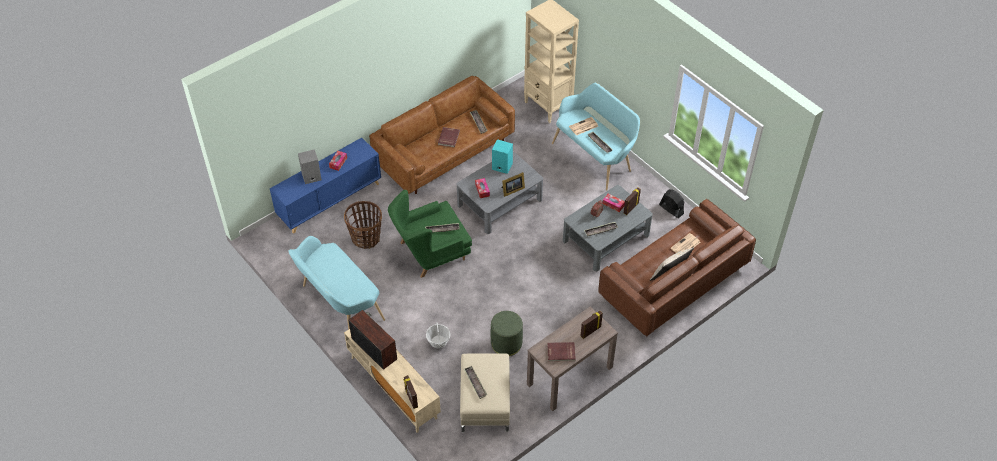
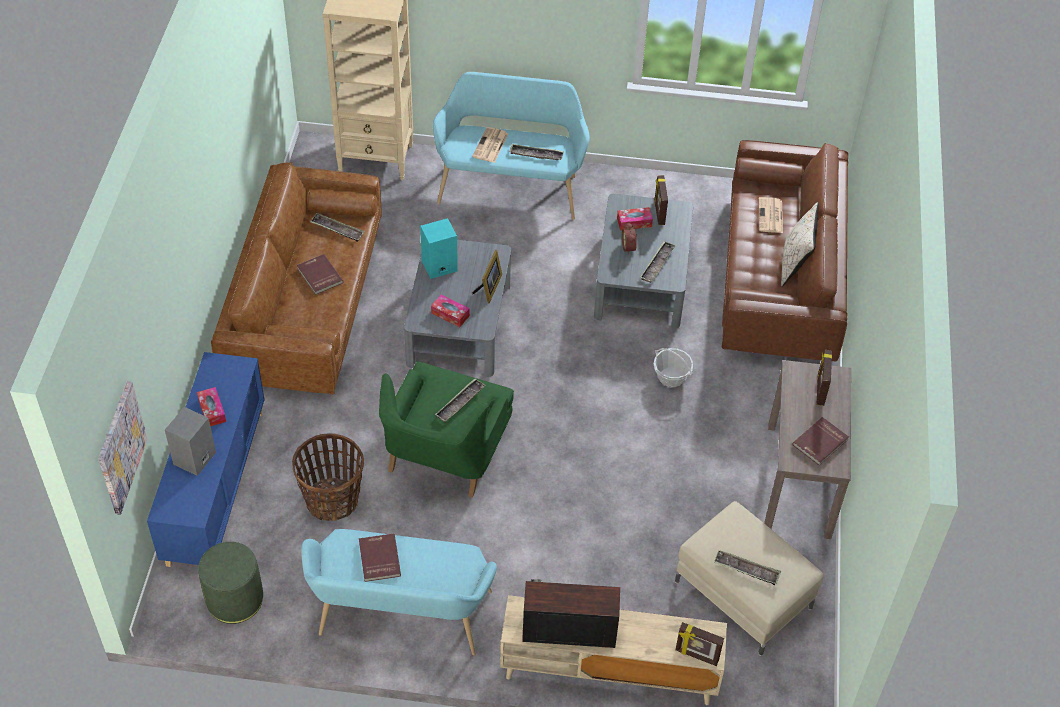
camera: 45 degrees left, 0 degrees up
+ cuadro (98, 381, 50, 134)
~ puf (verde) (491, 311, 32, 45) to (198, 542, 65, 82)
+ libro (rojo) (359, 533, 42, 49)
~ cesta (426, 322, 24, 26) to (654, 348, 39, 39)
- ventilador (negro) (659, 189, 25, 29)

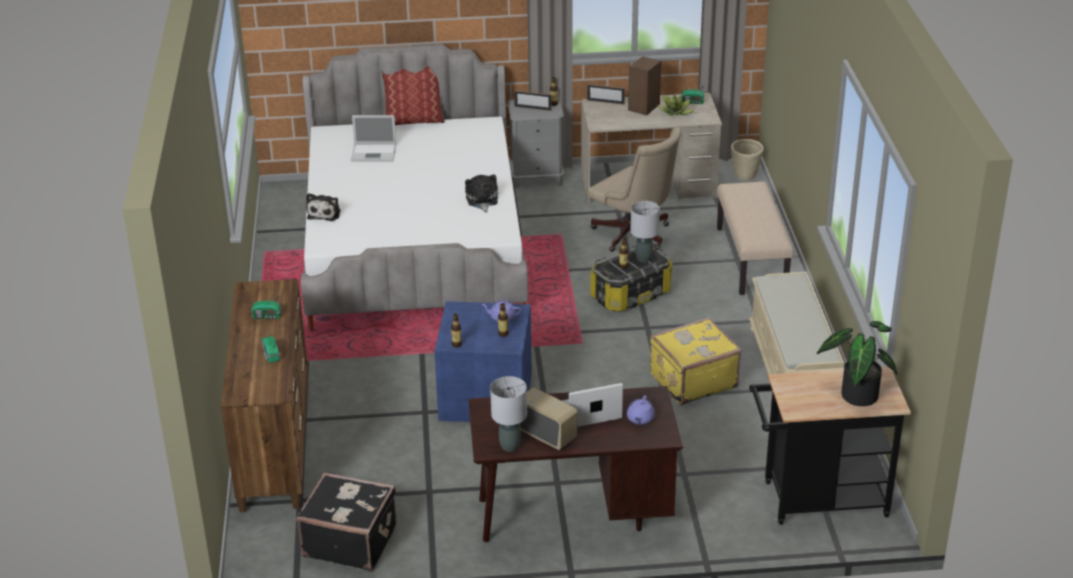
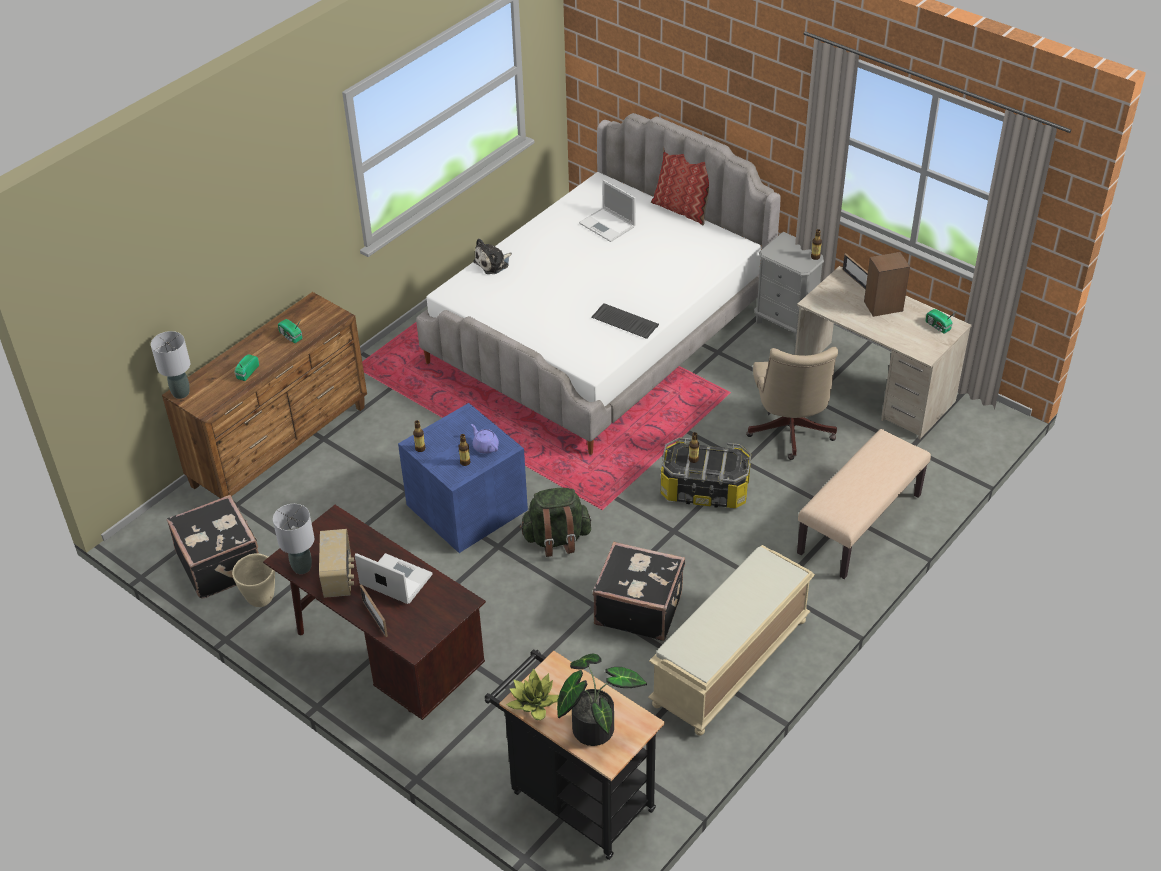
camera: 45 degrees right, 10 degrees up
~ lámpara de mesa (gris) (630, 201, 30, 61) to (151, 331, 39, 68)
~ maceta (beis) (731, 139, 32, 41) to (232, 553, 43, 54)
~ portarretratos (514, 90, 38, 21) to (360, 584, 28, 53)
~ planta en maceta (657, 94, 38, 22) to (506, 668, 53, 52)
+ mochila (verde) (520, 488, 71, 69)
~ peluche (465, 174, 33, 39) to teclado (591, 303, 68, 36)
~ maleta (amarillo) (650, 317, 92, 88) to maleta (negro) (592, 542, 93, 99)
- tetera (morado) (627, 395, 28, 30)

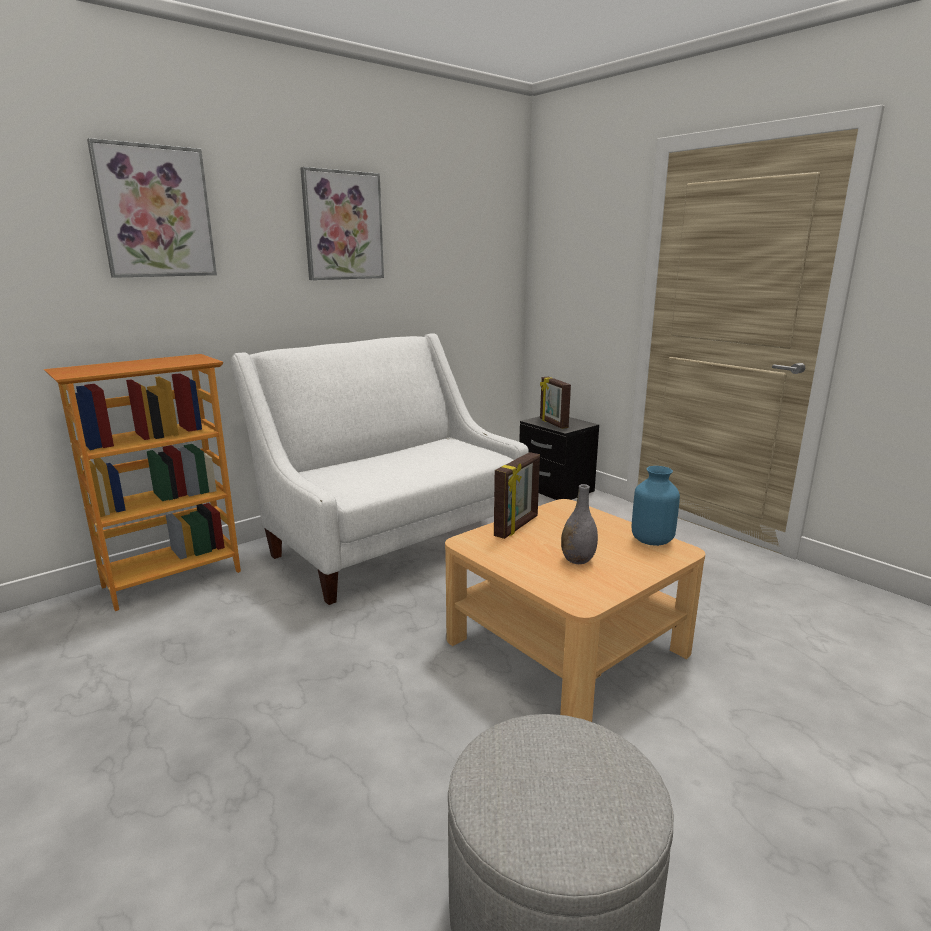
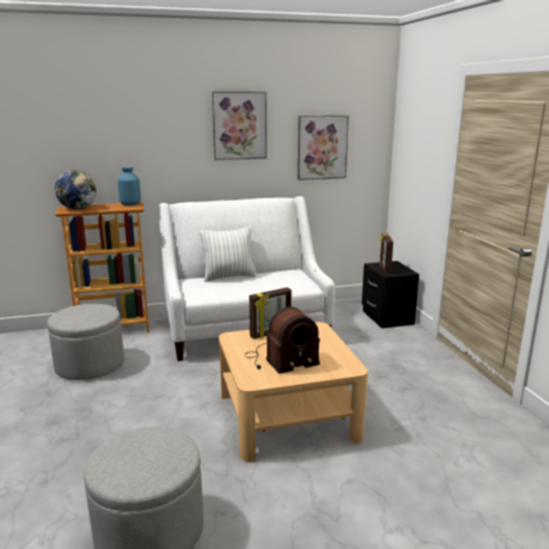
camera: 25 degrees right, 0 degrees up
+ puf (gris) (47, 304, 77, 76)
+ globo terráqueo (55, 170, 41, 39)
~ florero (azul) (632, 466, 48, 80) to (118, 167, 23, 39)
+ cojín (200, 227, 57, 55)
~ florero (gris) (561, 484, 37, 80) to radio (245, 307, 75, 67)
~ cuadro (87, 138, 130, 140) to (298, 115, 51, 65)

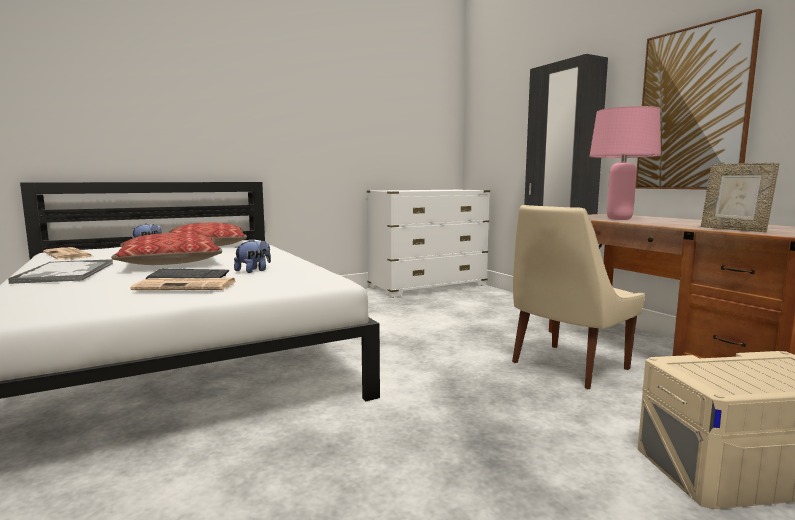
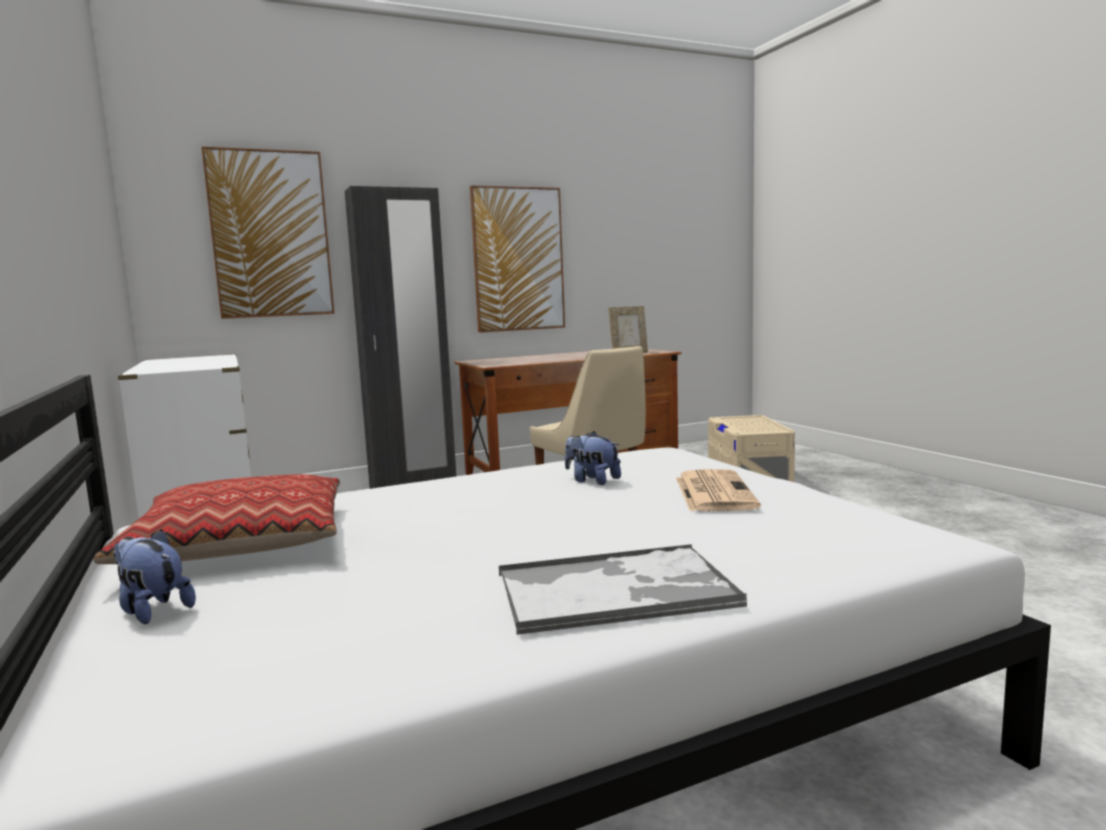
camera: 85 degrees left, 0 degrees up
+ cuadro (201, 147, 133, 172)
- periódico (43, 247, 49, 13)
- cojín (111, 233, 111, 32)
- teclado (146, 269, 83, 10)
- lámpara de mesa (rosa) (589, 106, 72, 114)

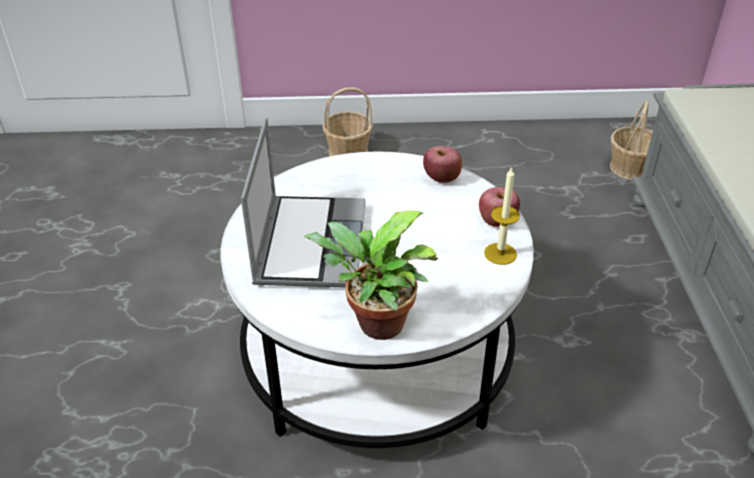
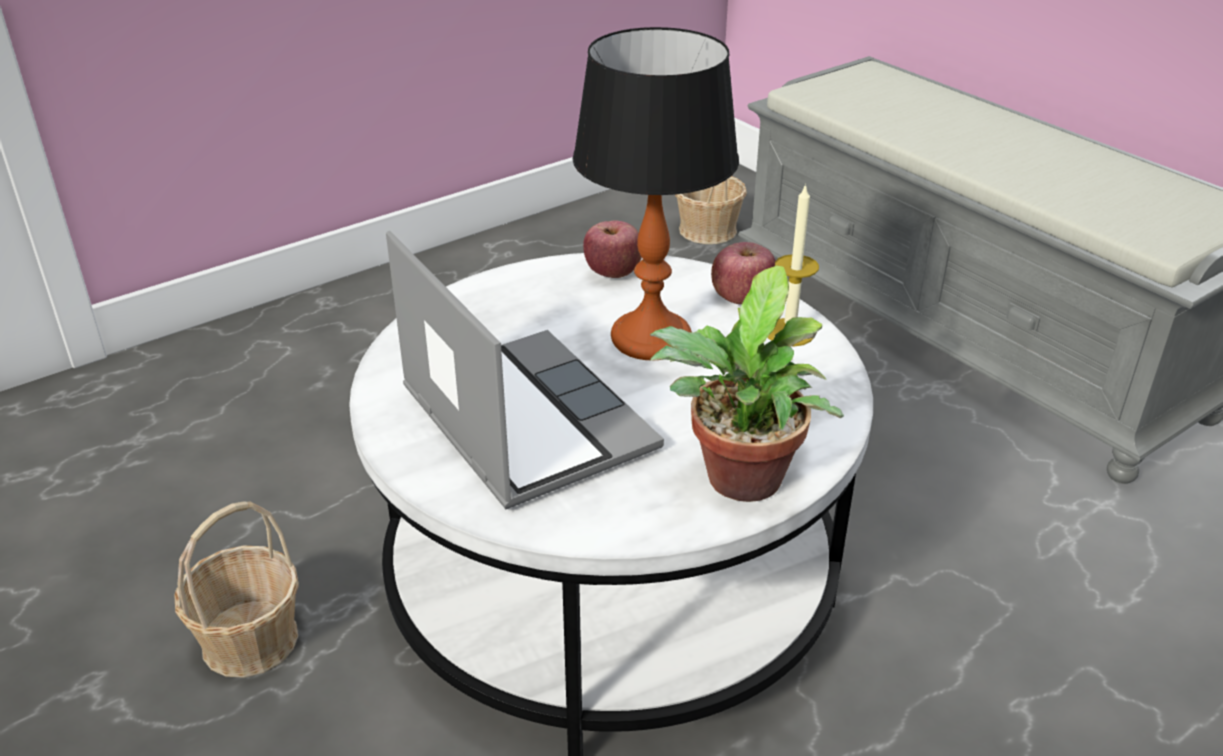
camera: 35 degrees left, 5 degrees down
~ cesta (322, 87, 51, 69) to (174, 501, 125, 177)
+ lámpara de mesa (573, 27, 166, 334)

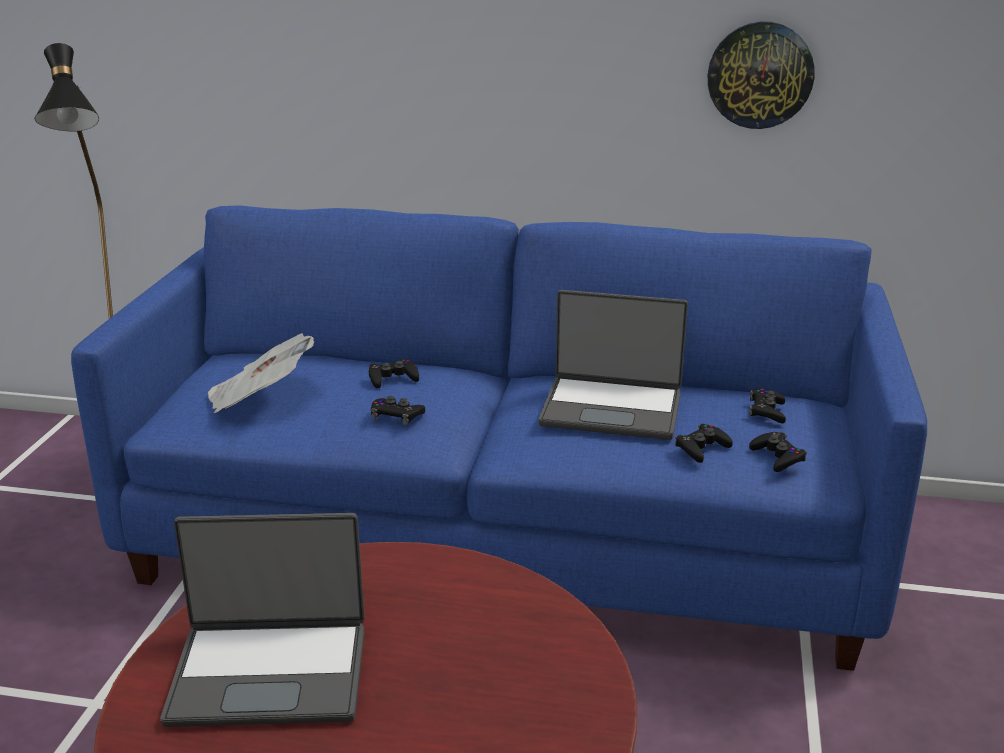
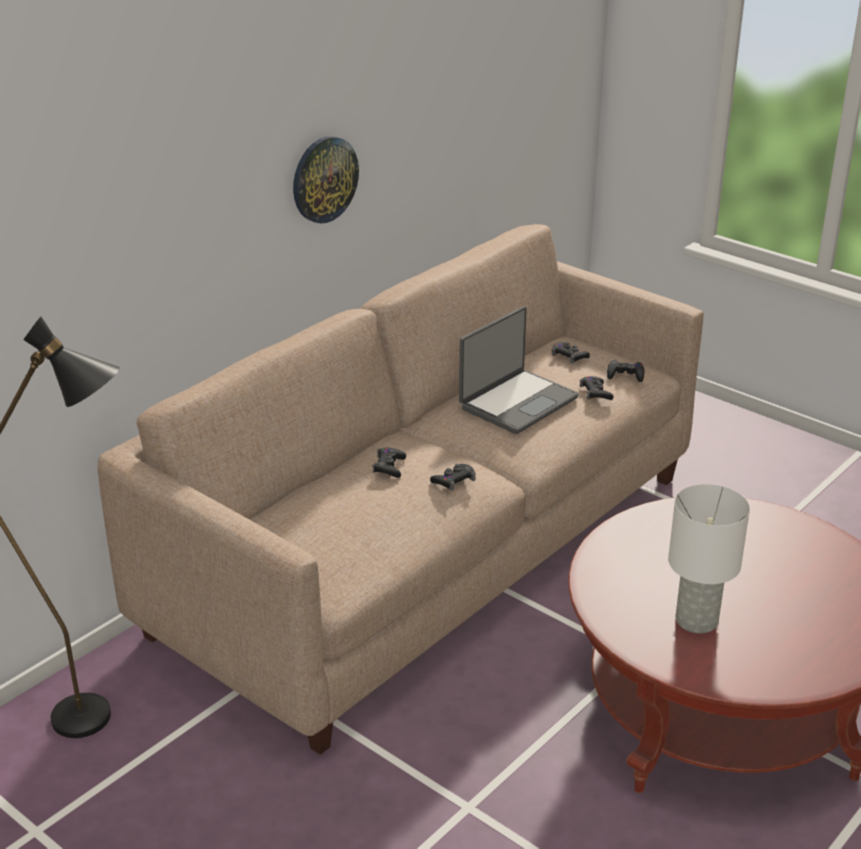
camera: 60 degrees left, 5 degrees up
~ sofá (azul) (71, 205, 856, 466) to sofá (beis) (98, 224, 606, 531)
~ reloj de pared (708, 22, 107, 107) to (293, 136, 66, 88)
~ portátil (160, 513, 205, 214) to lámpara de mesa (blanco) (668, 484, 82, 150)
- periódico (208, 333, 106, 80)

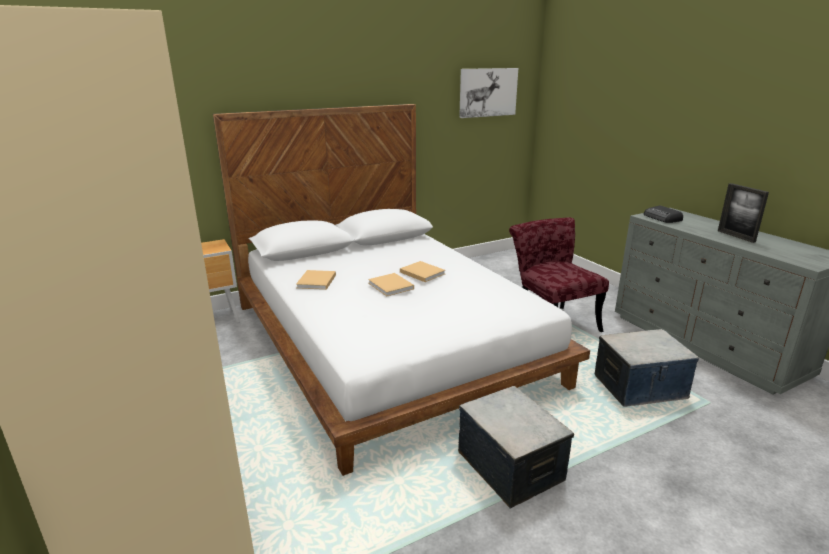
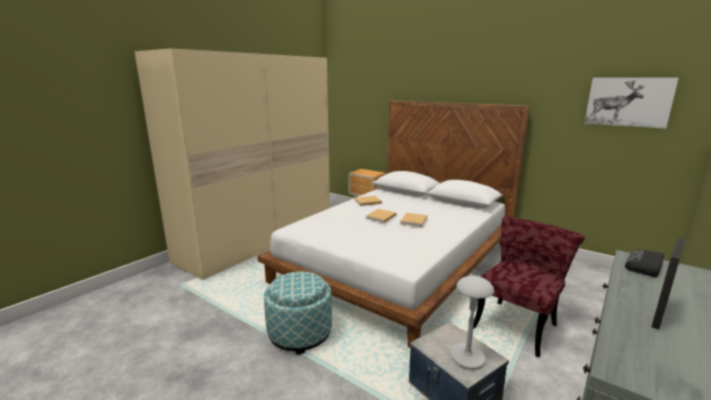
camera: 65 degrees right, 5 degrees down
~ caja de almacenaje (458, 386, 116, 123) to puf (264, 271, 68, 84)
+ lámpara de mesa (gris) (451, 276, 43, 94)

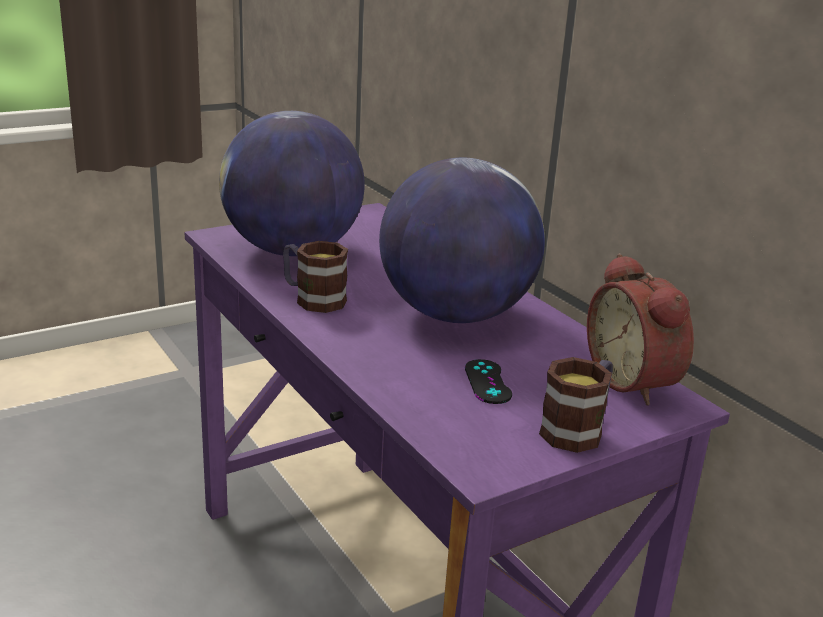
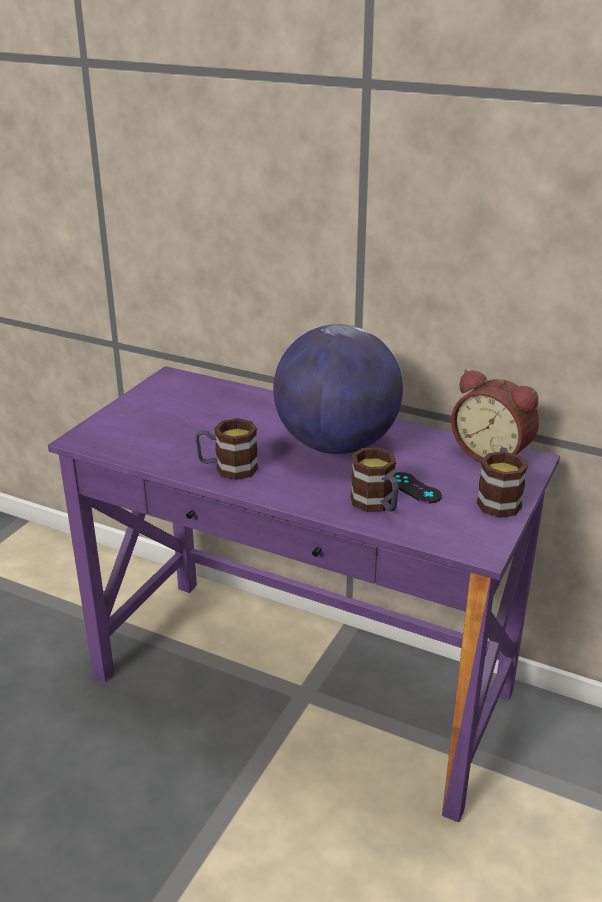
camera: 30 degrees left, 5 degrees up
+ taza grande (351, 447, 48, 65)
- globo terráqueo (219, 111, 146, 145)

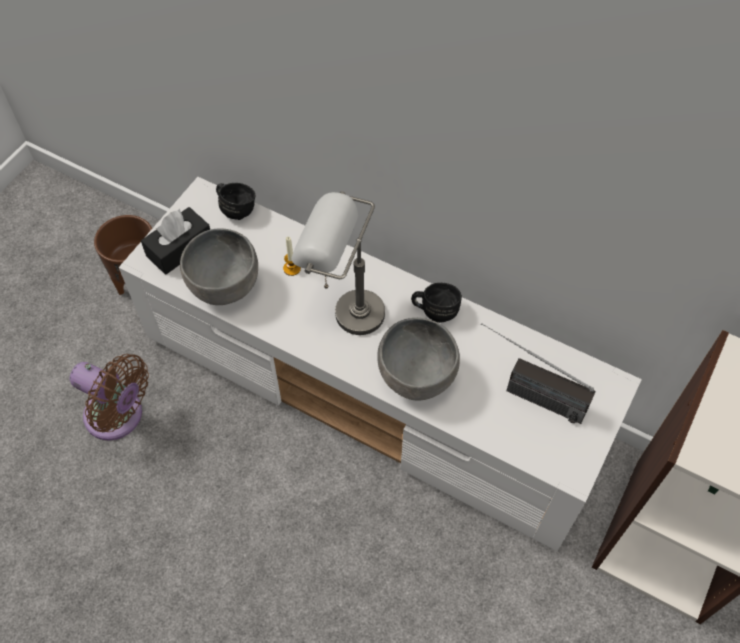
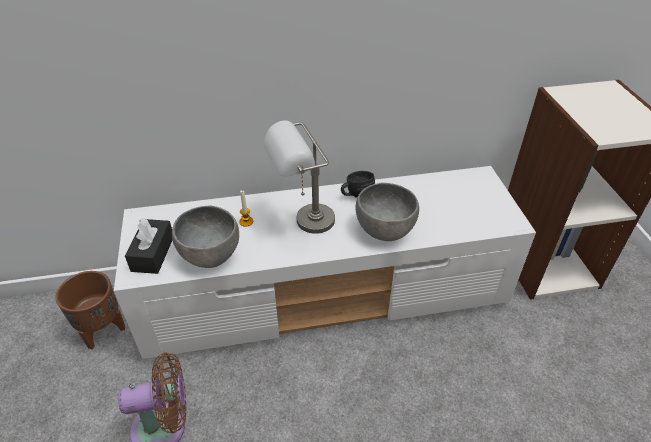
camera: 40 degrees left, 15 degrees down
- taza grande (negro) (216, 183, 40, 37)
- radio (481, 323, 115, 101)

